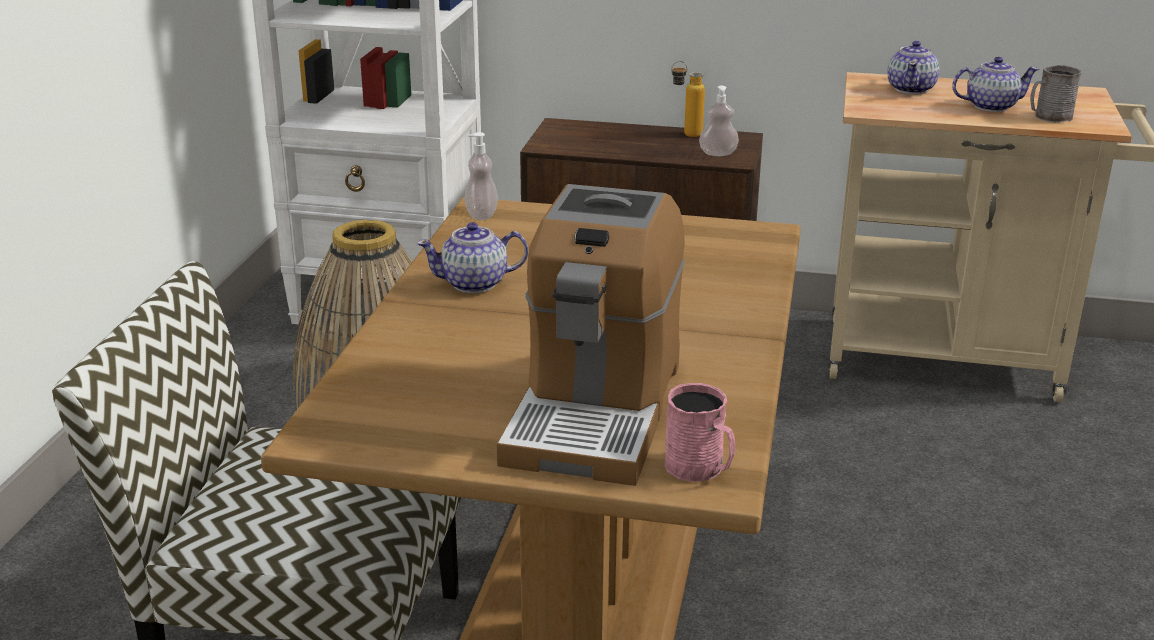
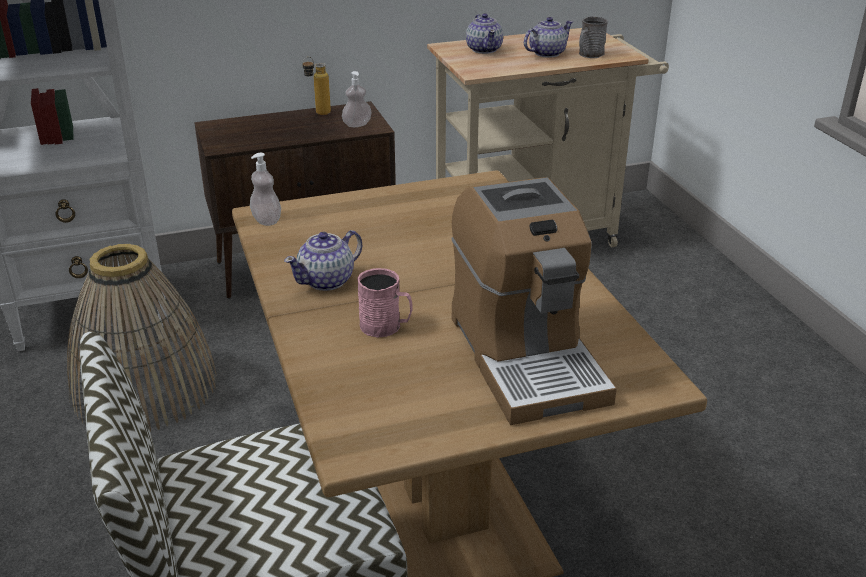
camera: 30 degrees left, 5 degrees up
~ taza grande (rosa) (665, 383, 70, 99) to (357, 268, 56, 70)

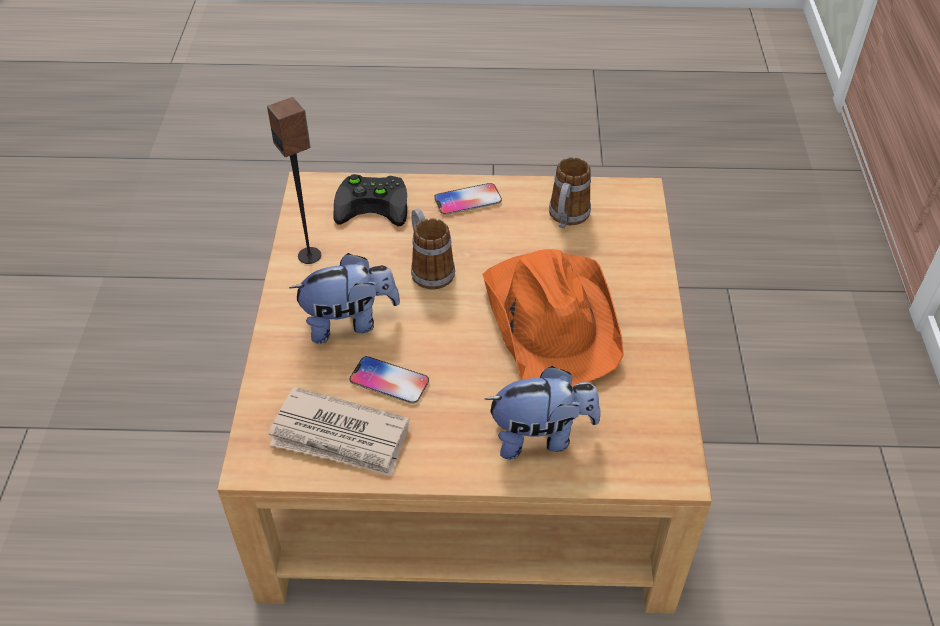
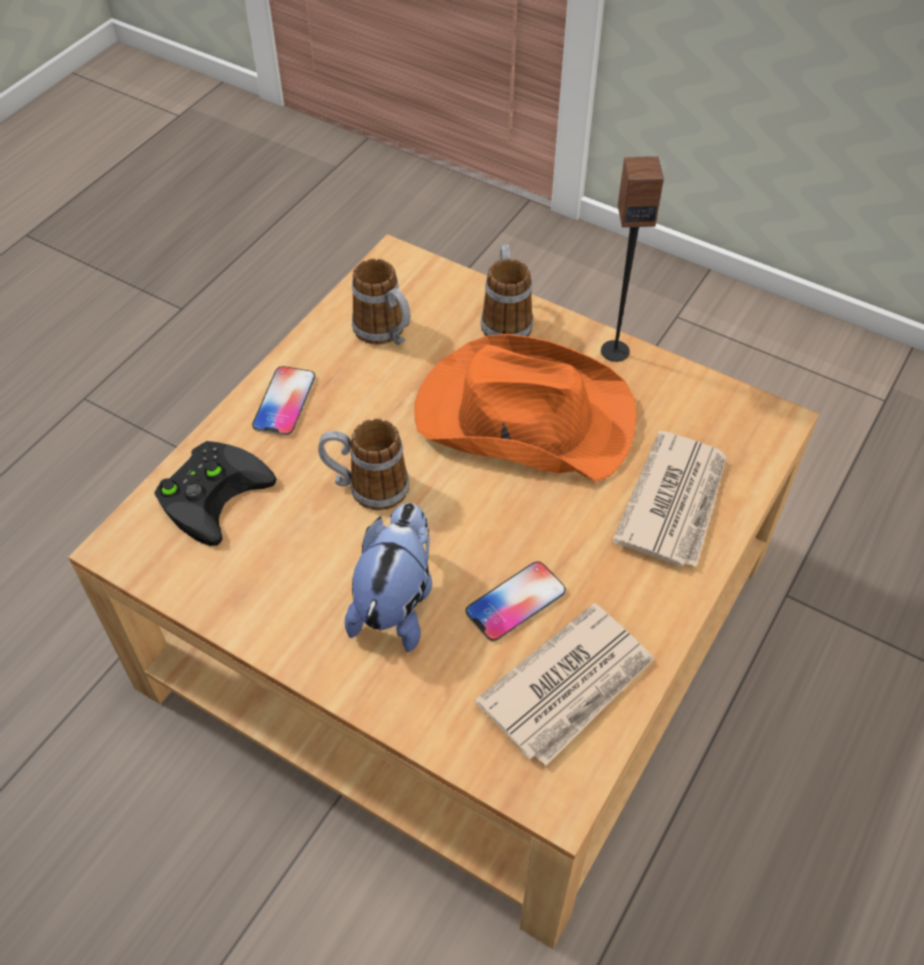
camera: 60 degrees left, 5 degrees up
+ taza grande (481, 245, 52, 92)
~ altavoz (267, 97, 54, 167) to (601, 156, 63, 206)
~ peluche (485, 366, 116, 94) to periódico (612, 431, 115, 136)

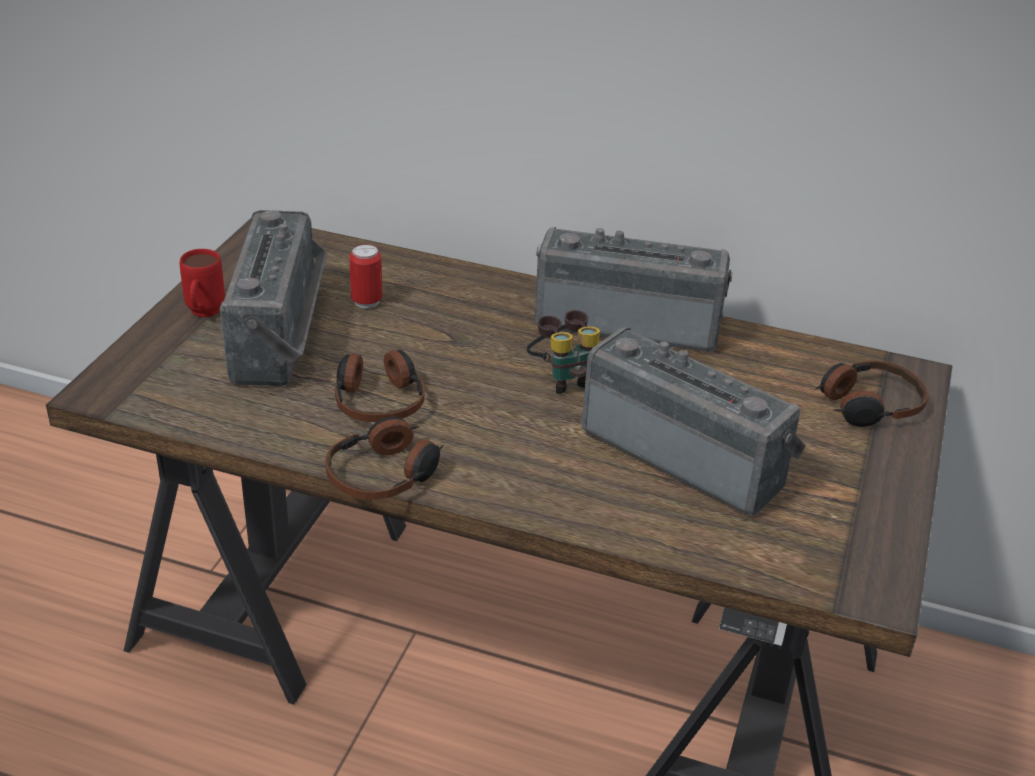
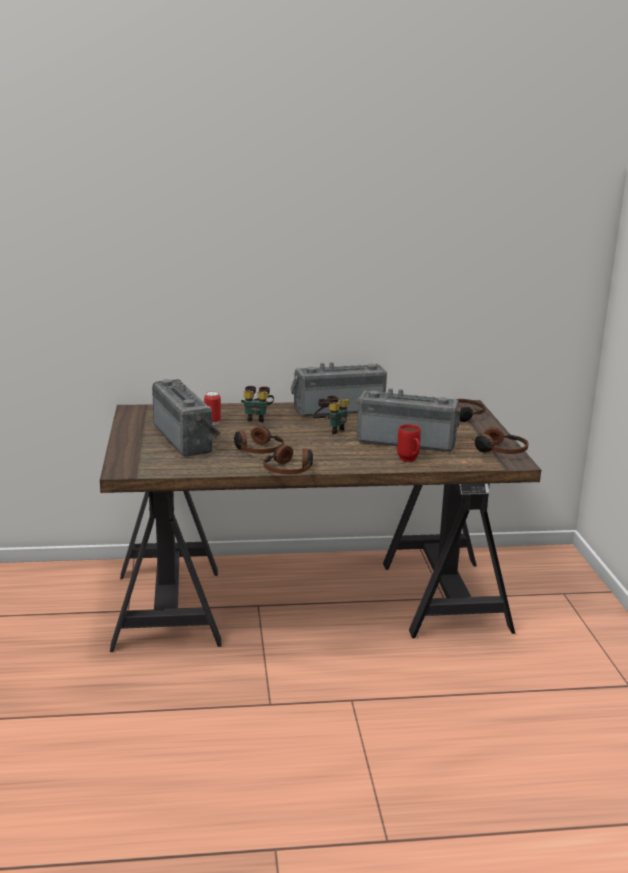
camera: 25 degrees left, 15 degrees down
+ prismáticos (241, 386, 33, 37)
~ taza grande (rojo) (180, 249, 45, 68) to (397, 424, 24, 38)
+ auriculares (472, 427, 56, 27)

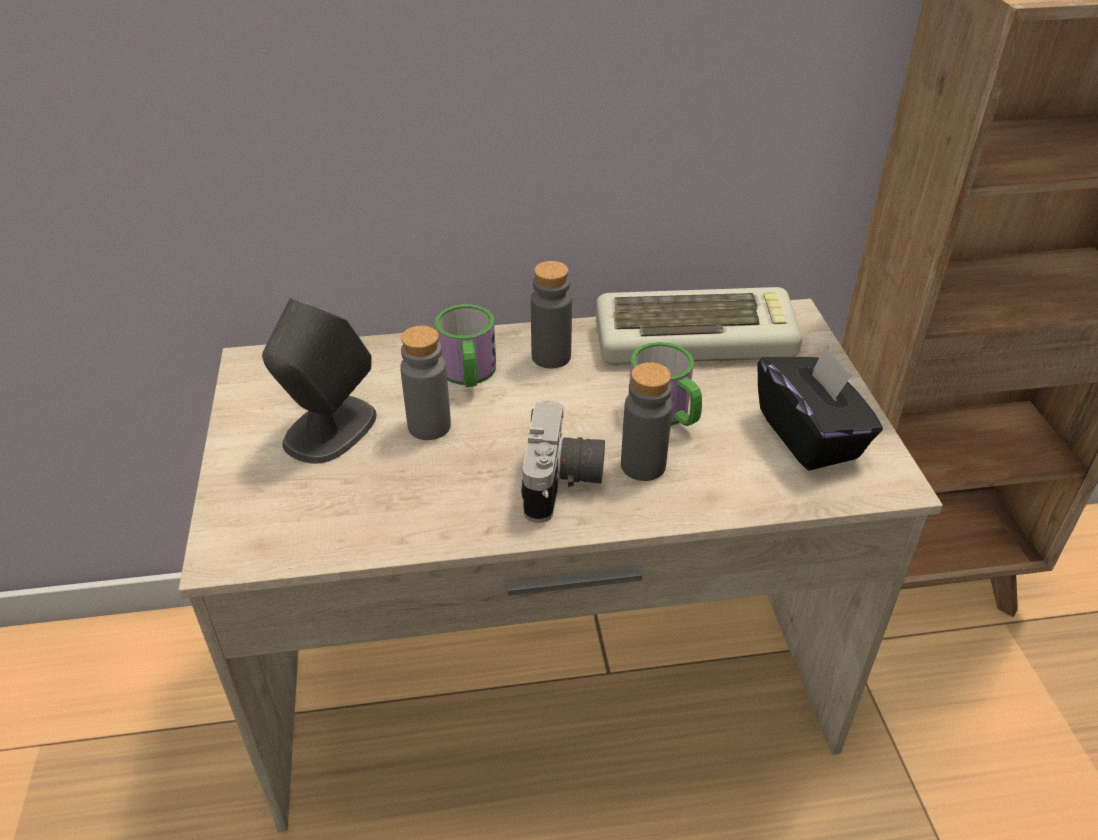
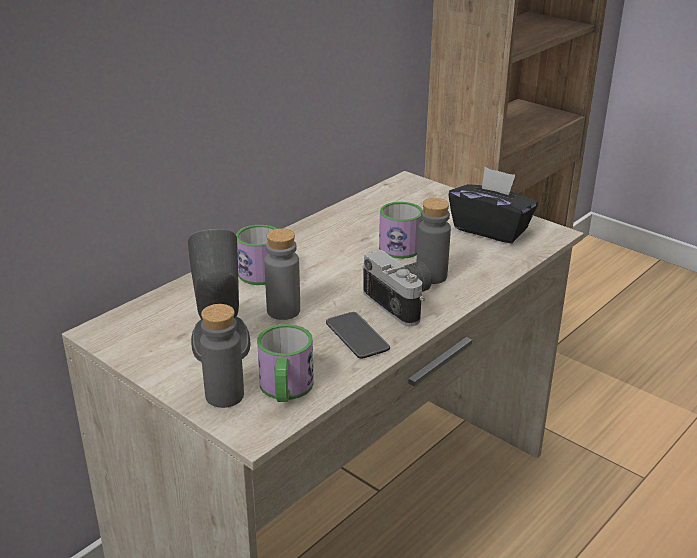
camera: 40 degrees left, 10 degrees down
~ botella (gris) (531, 261, 41, 107) to (200, 304, 44, 104)
+ taza grande (257, 324, 57, 78)
+ móvil (326, 312, 64, 46)
- teclado (596, 287, 206, 78)

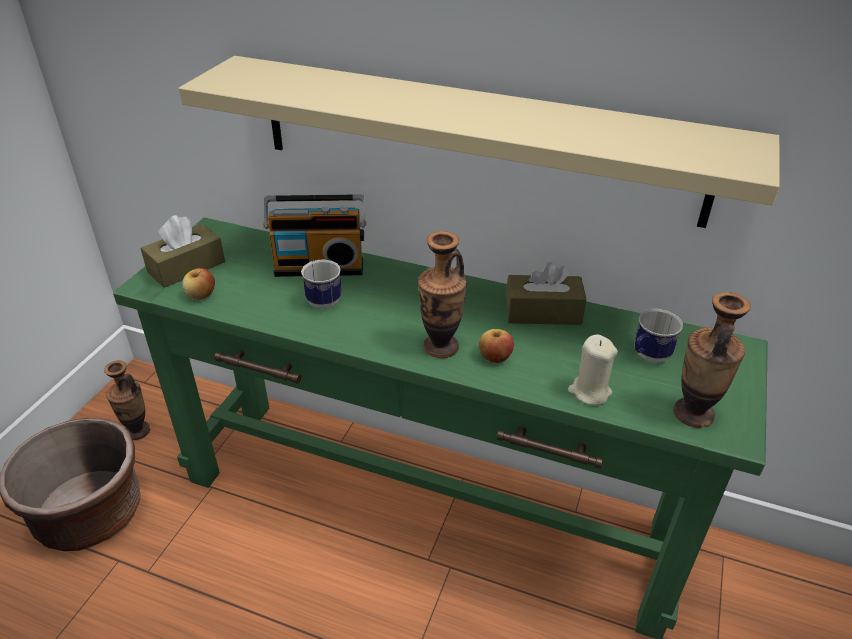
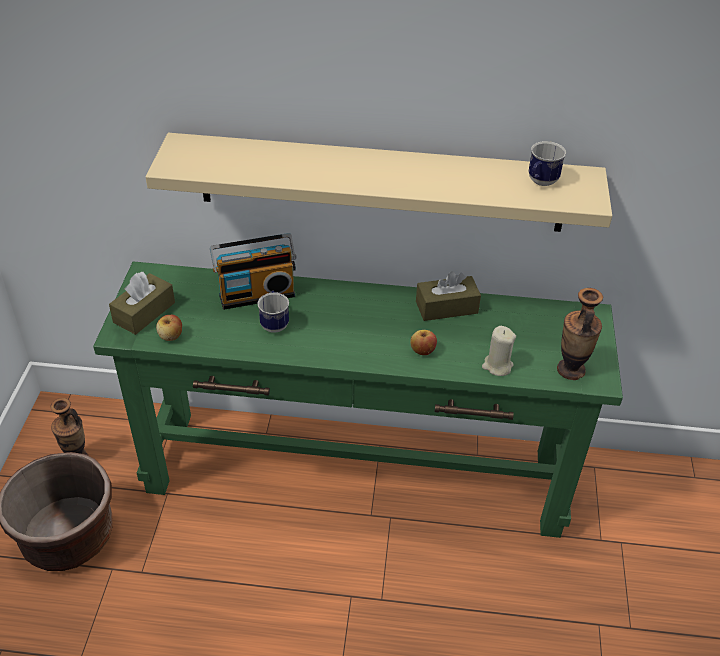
camera: 15 degrees left, 5 degrees up
~ taza grande (634, 309, 49, 54) to (529, 141, 37, 45)
- florero (418, 231, 49, 127)

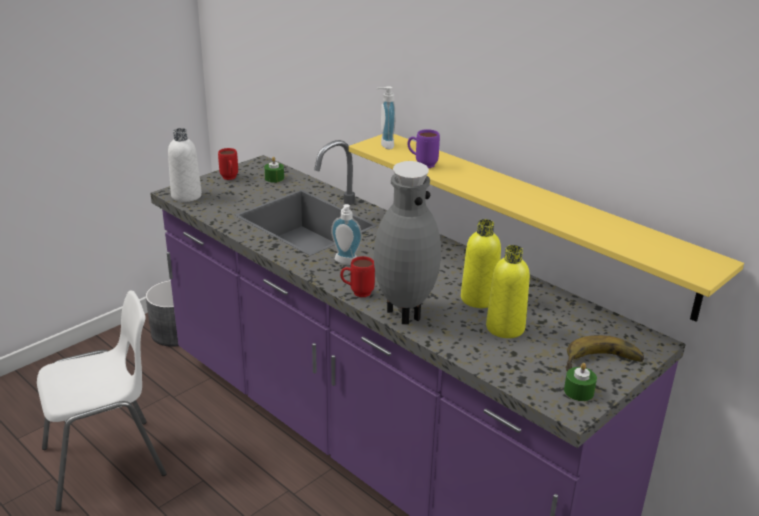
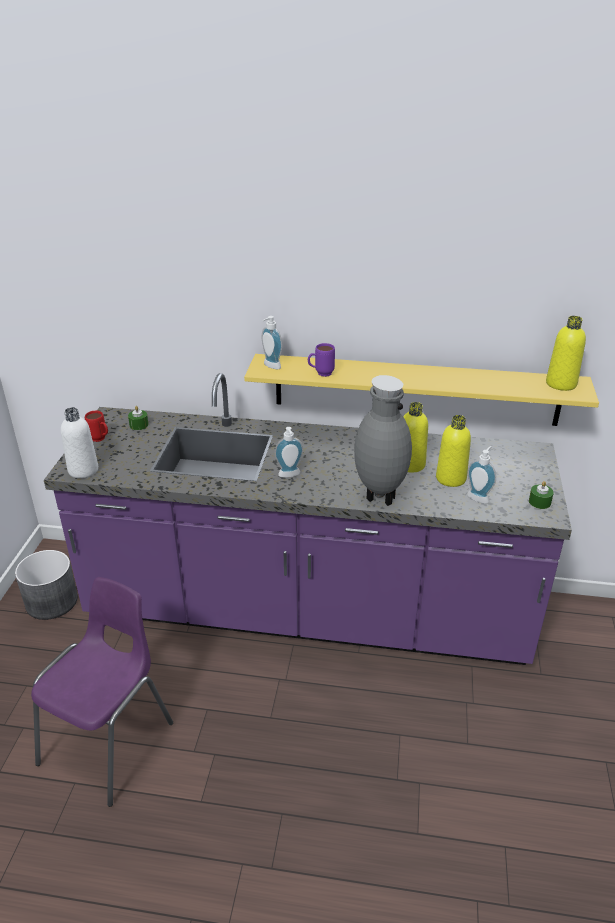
camera: 35 degrees left, 5 degrees up
~ silla (blanco) (37, 291, 130, 220) to silla (morado) (31, 577, 142, 230)
+ dispensador de jabón (467, 446, 29, 58)
+ botella (amarillo) (546, 316, 40, 75)
- taza grande (rojo) (340, 256, 35, 41)
- plátano (565, 335, 79, 36)

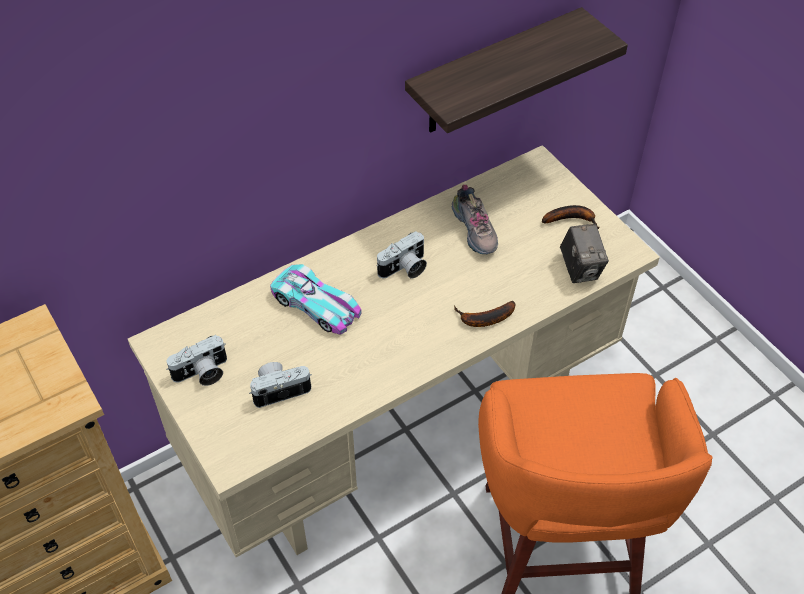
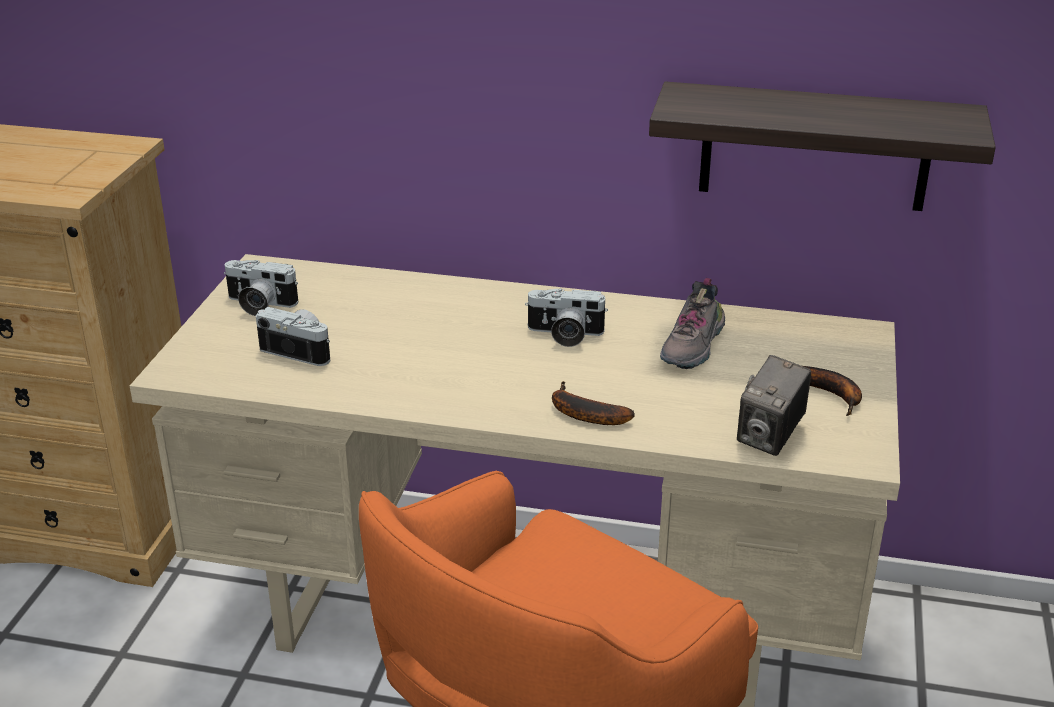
camera: 45 degrees right, 20 degrees down
- coche de juguete (270, 264, 92, 71)

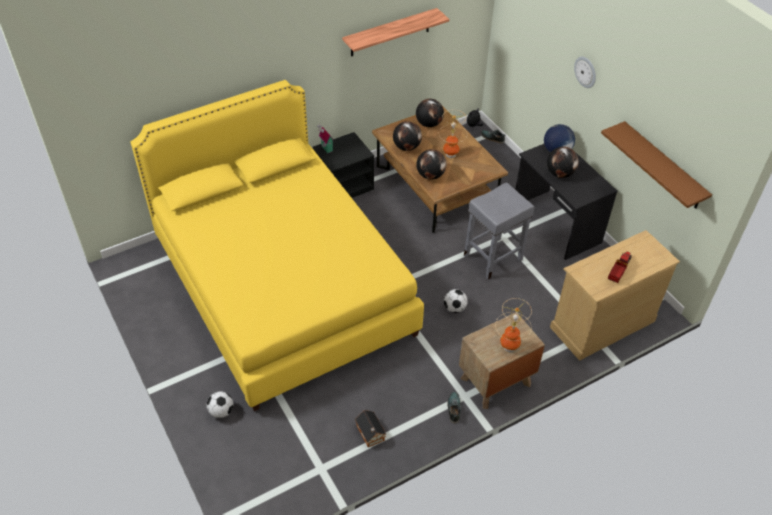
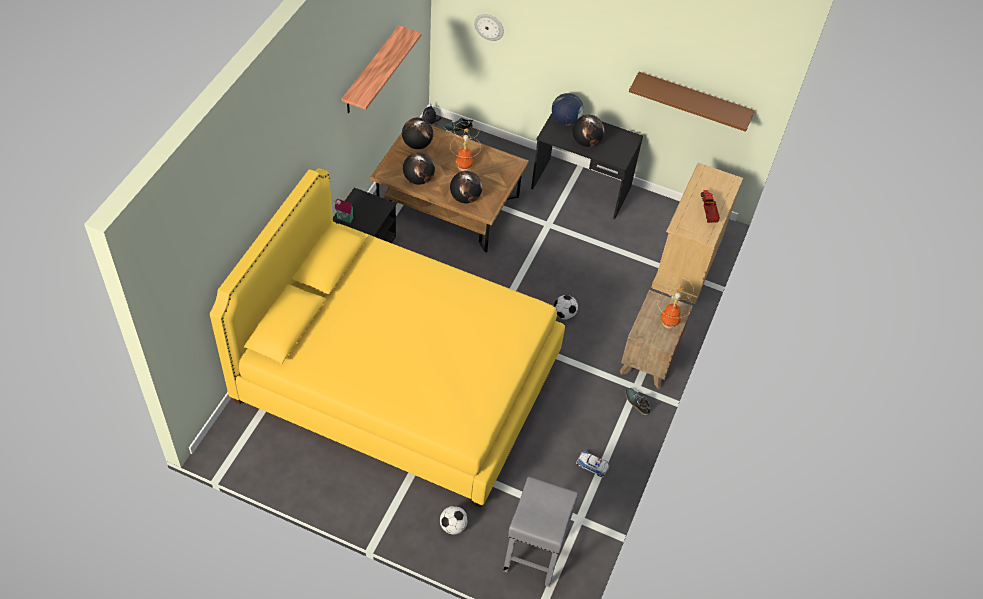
camera: 40 degrees left, 5 degrees up
~ reloj de pared (574, 57, 22, 31) to (474, 14, 30, 27)
~ taburete (gris) (464, 183, 71, 96) to (503, 477, 75, 110)
~ casita (355, 410, 31, 37) to coche de juguete (576, 451, 34, 27)

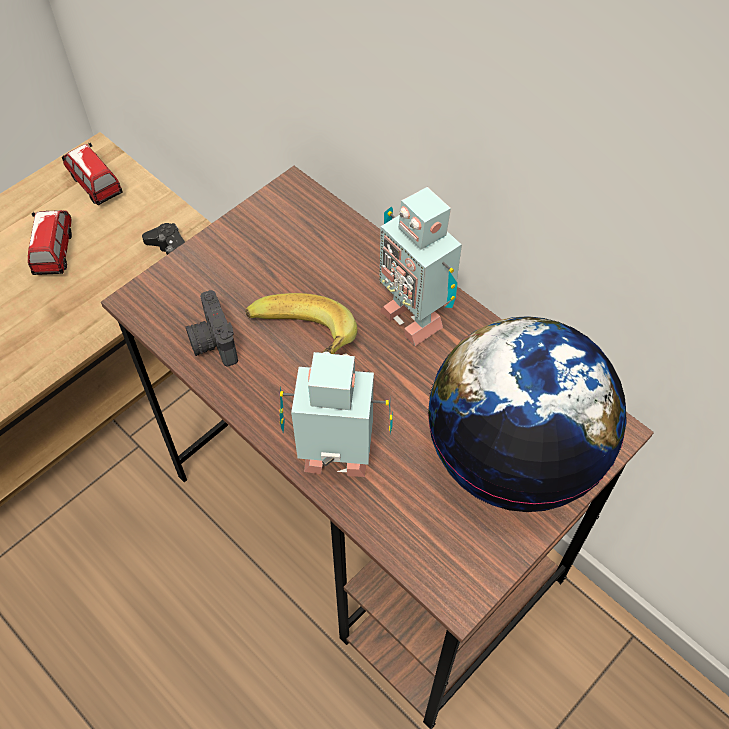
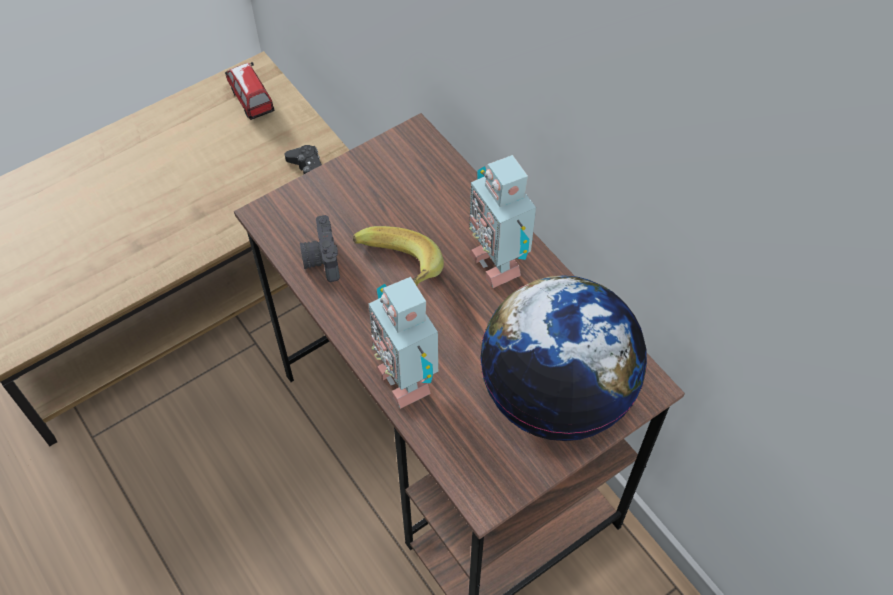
camera: 10 degrees right, 0 degrees up
~ robot de juguete (279, 351, 113, 126) = (369, 277, 69, 132) 135 degrees counterclockwise
- coche de juguete (28, 210, 44, 65)

